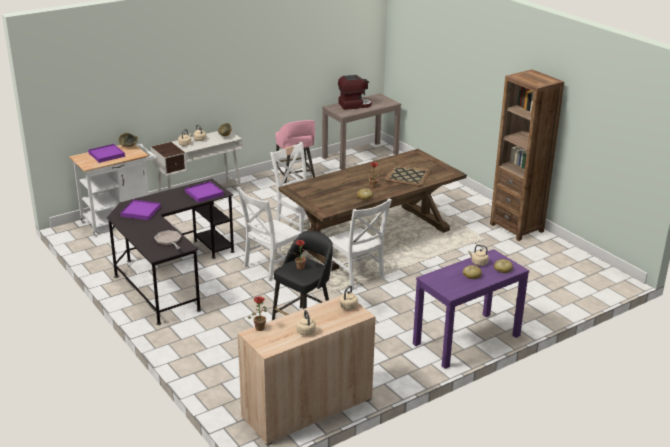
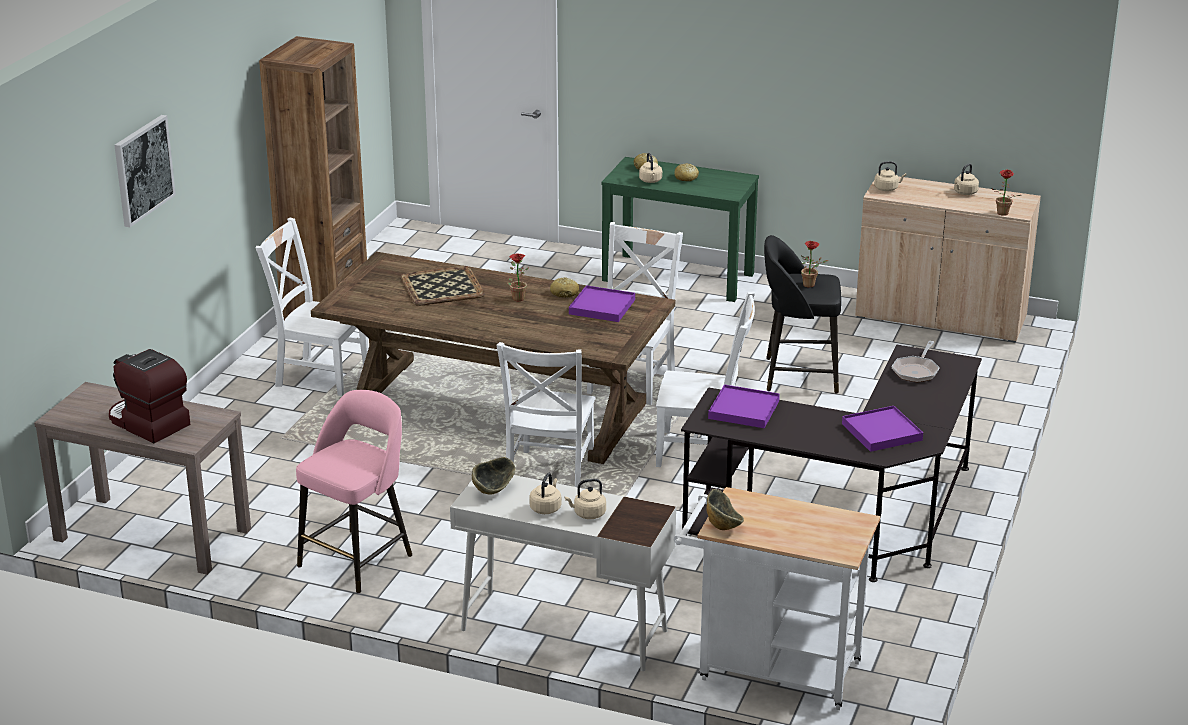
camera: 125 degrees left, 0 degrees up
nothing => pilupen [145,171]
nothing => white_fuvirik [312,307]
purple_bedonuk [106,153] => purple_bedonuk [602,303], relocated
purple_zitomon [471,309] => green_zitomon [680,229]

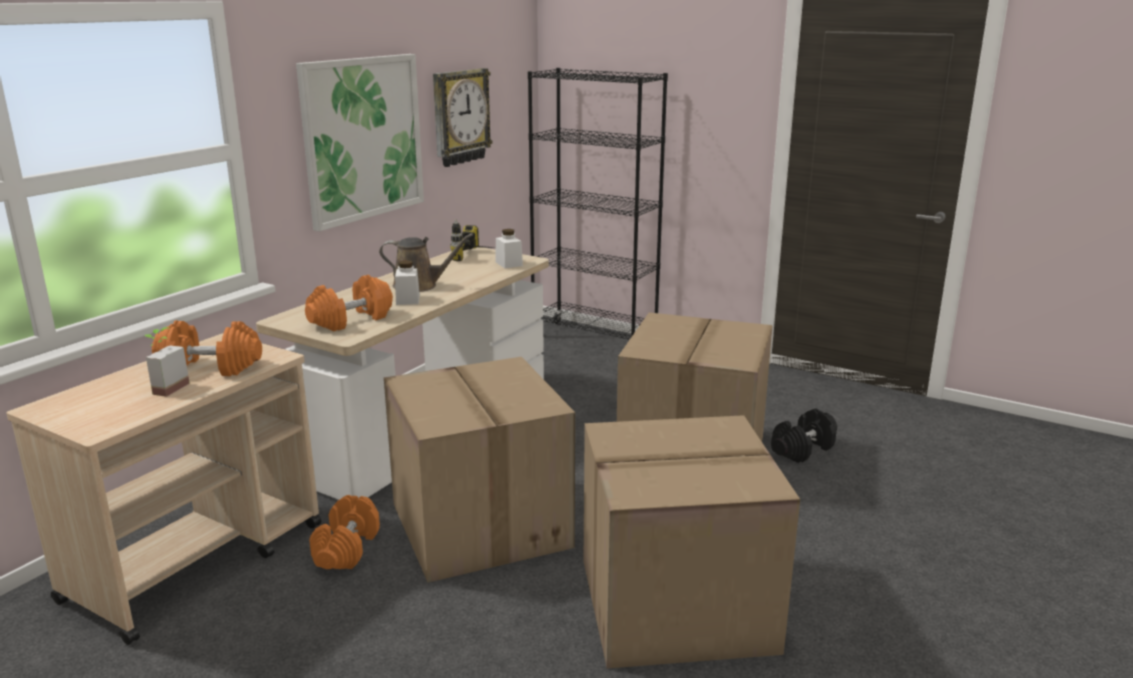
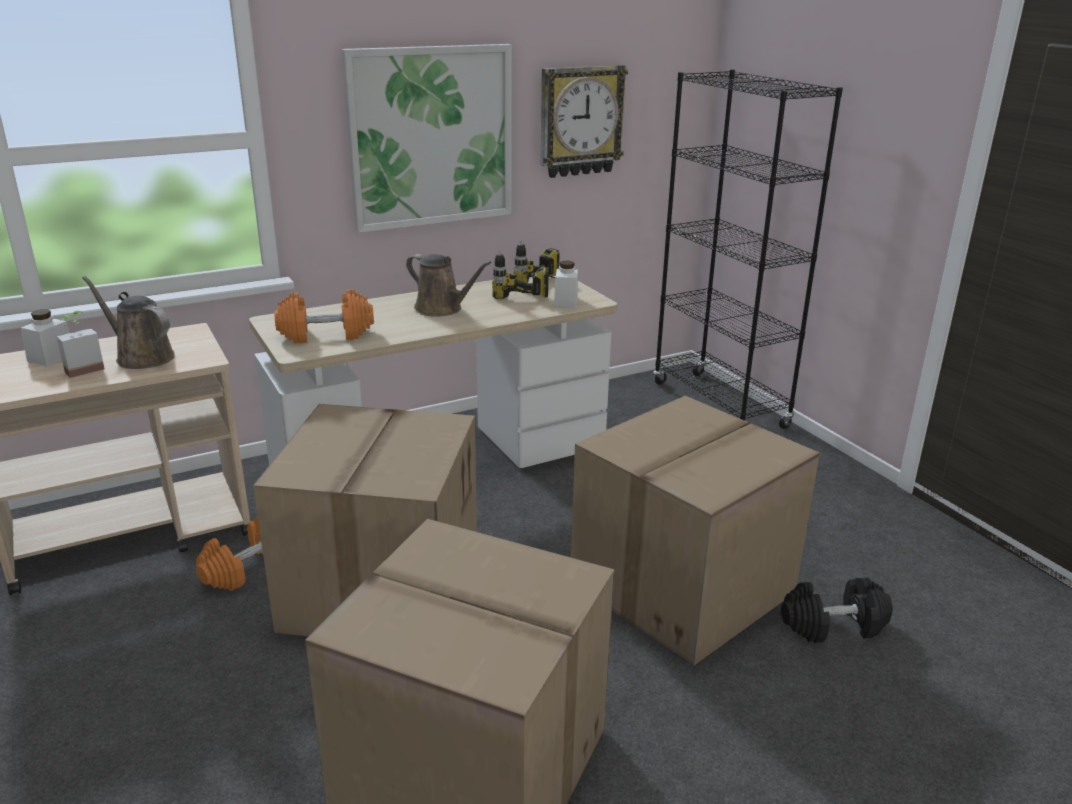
camera: 30 degrees right, 5 degrees up
nothing => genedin [520,274]
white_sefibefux [407,282] => white_sefibefux [45,337], relocated
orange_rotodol [207,348] => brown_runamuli [128,322]

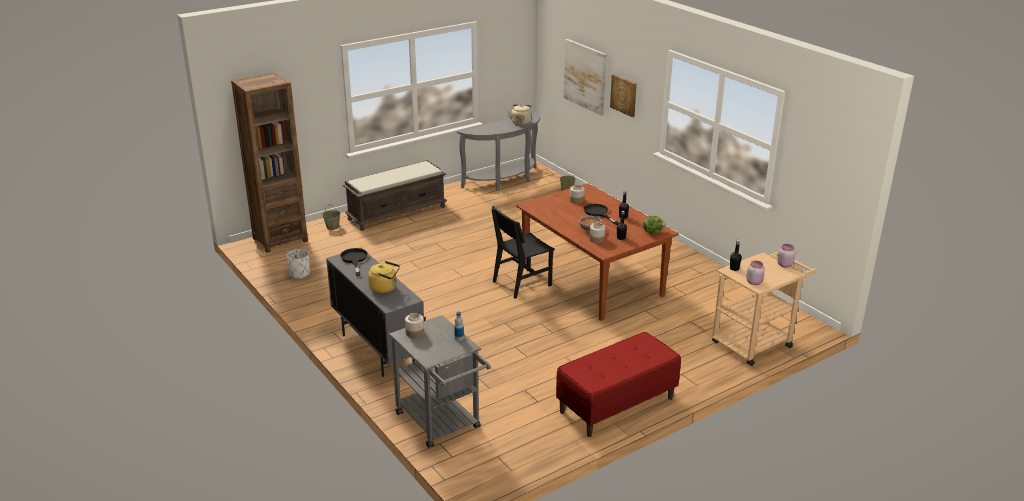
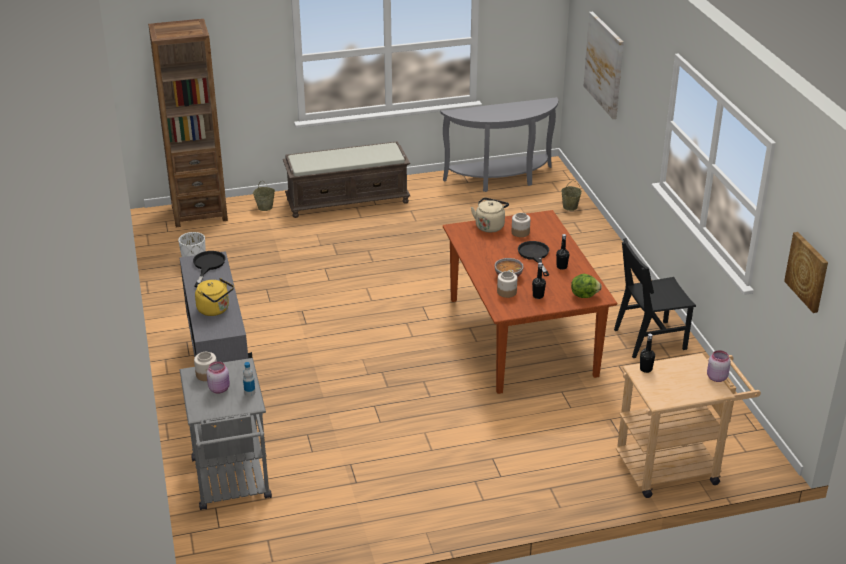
camera: 20 degrees right, 5 degrees up
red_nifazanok [618,384] => nothing
black_fuvirik [523,252] => black_fuvirik [655,298], relocated
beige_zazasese [519,115] => beige_zazasese [490,215], relocated
pilupen [623,95] => pilupen [806,272], relocated
pink_sefibefux [755,273] => pink_sefibefux [218,377], relocated

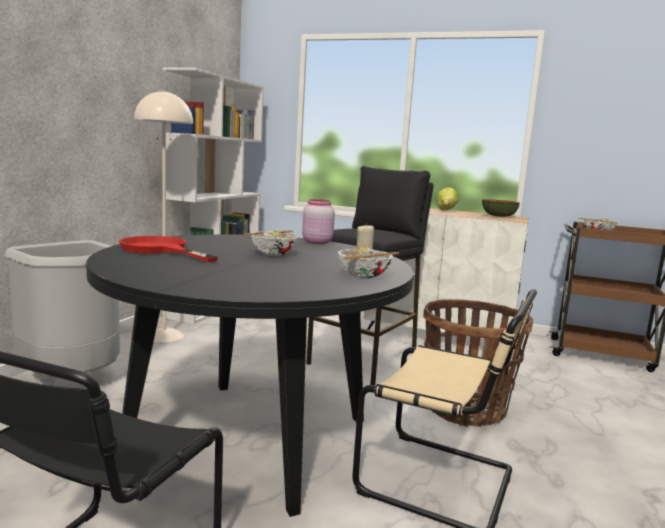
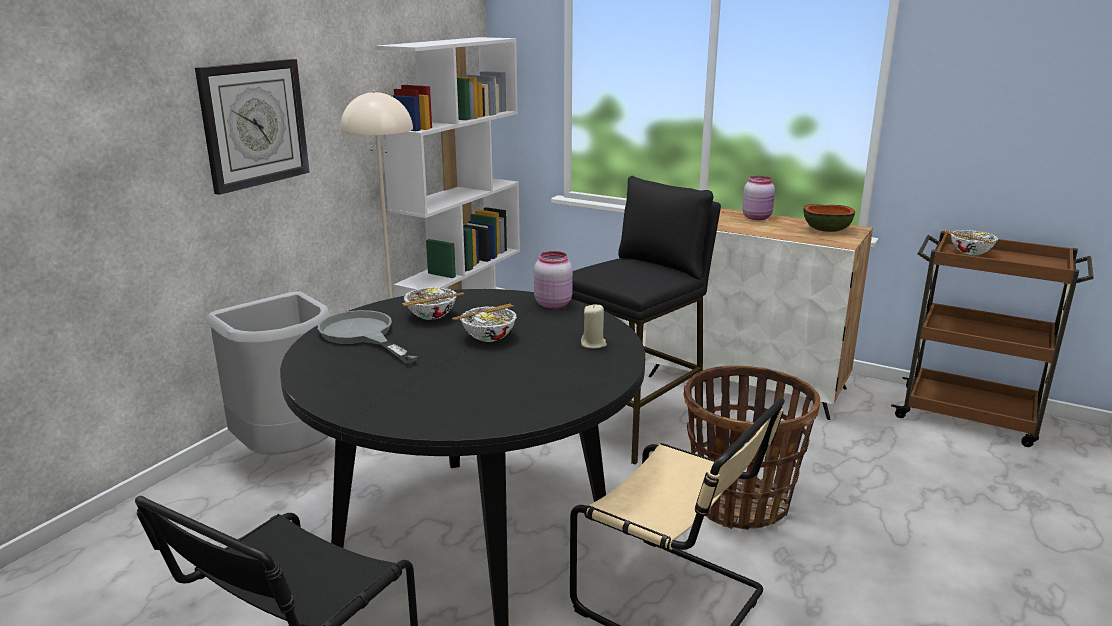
camera: 10 degrees right, 10 degrees up
nothing => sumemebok [252,127]
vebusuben [368,263] => vebusuben [433,303], relocated
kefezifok [447,198] => pink_sefibefux [758,198]
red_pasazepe [168,249] => grey_pasazepe [368,337]

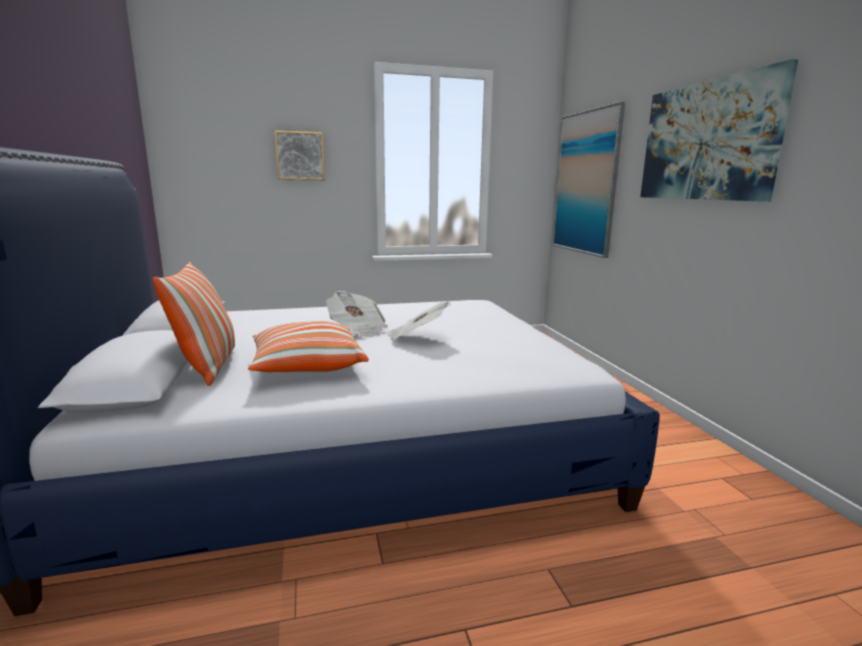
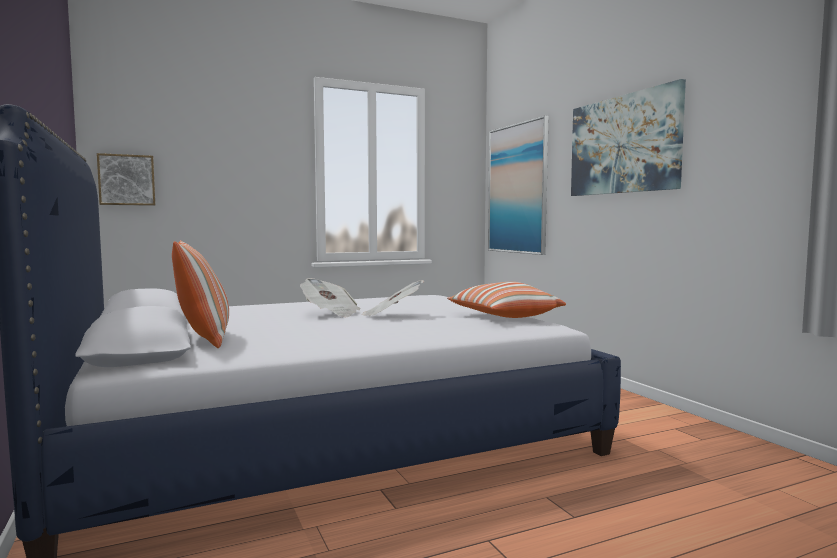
camera: 10 degrees left, 10 degrees down
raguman [308,346] => raguman [506,300], relocated
pilupen [300,155] => pilupen [126,179], relocated

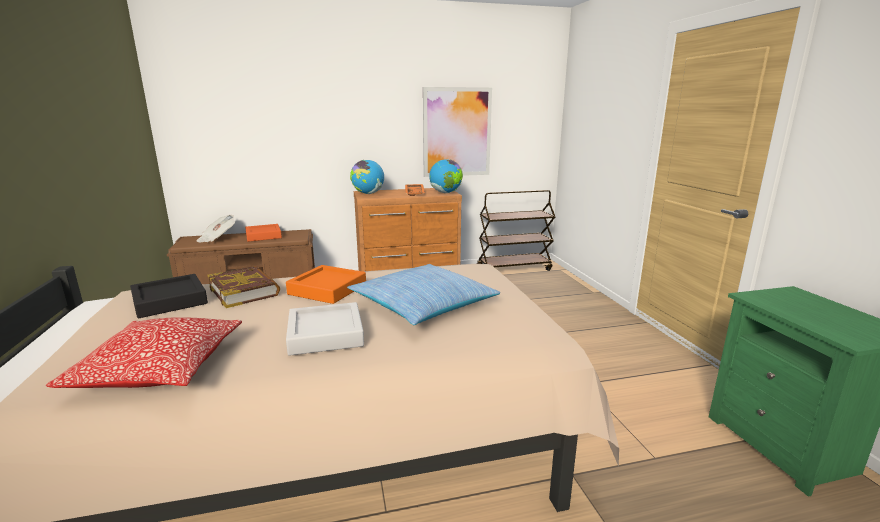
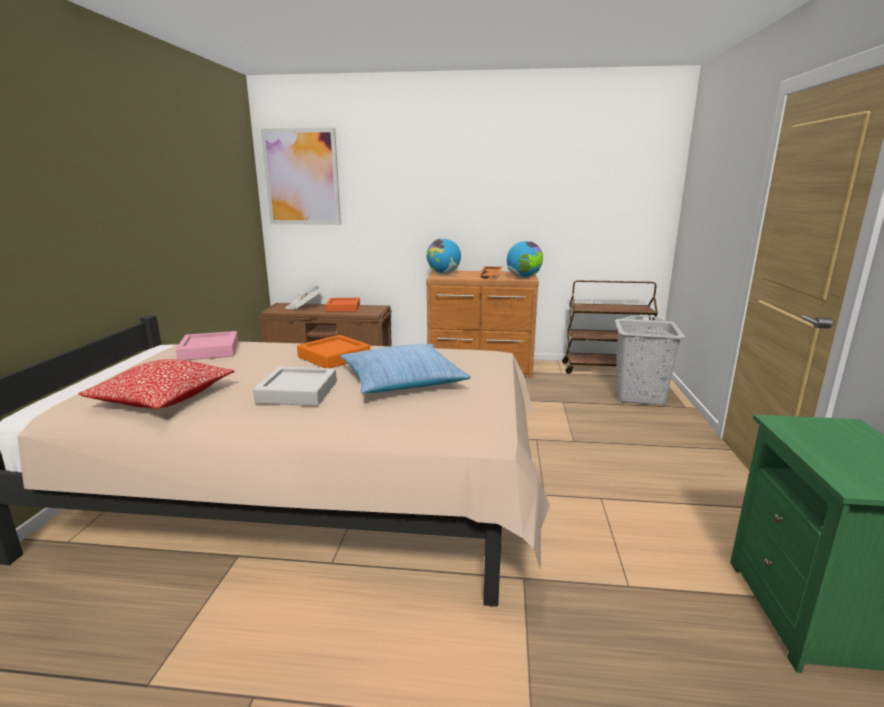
camera: 20 degrees right, 0 degrees up
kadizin [244,287] => nothing
nothing => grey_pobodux [650,360]
pilupen [457,132] => pilupen [301,176], relocated
black_bedonuk [169,296] => pink_bedonuk [207,345]

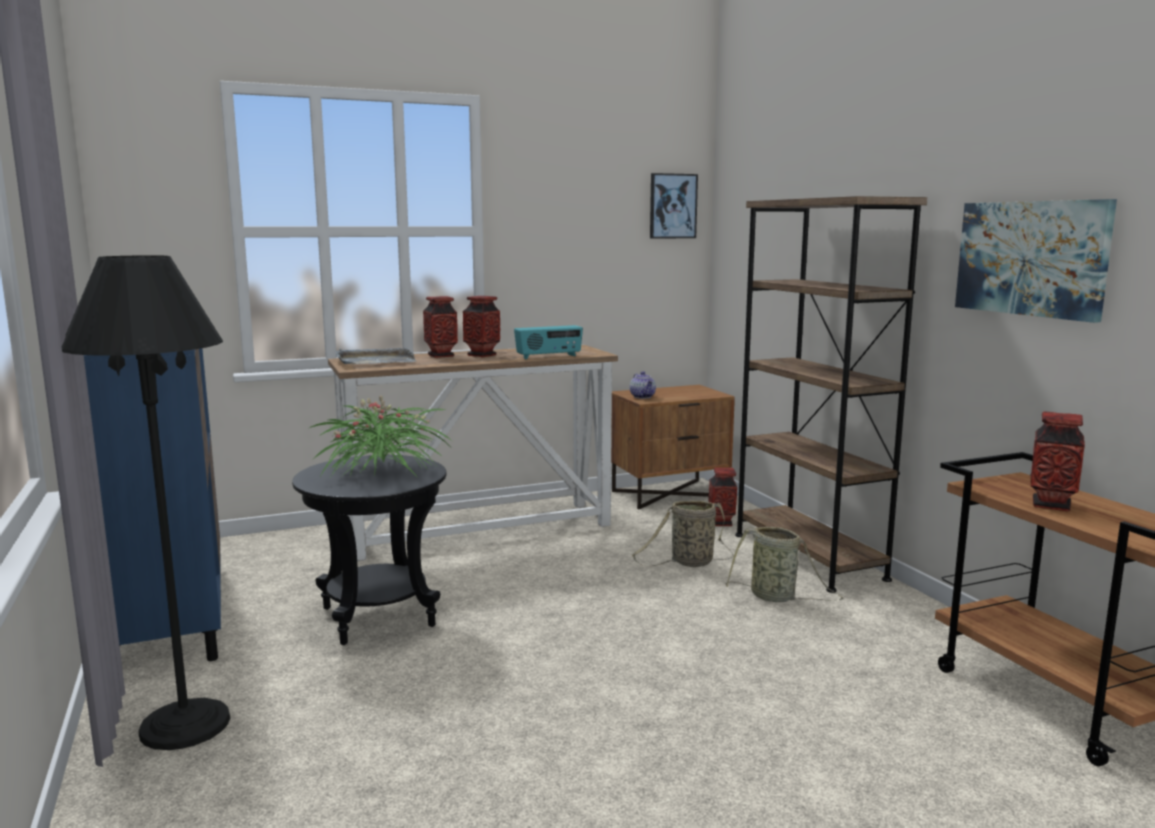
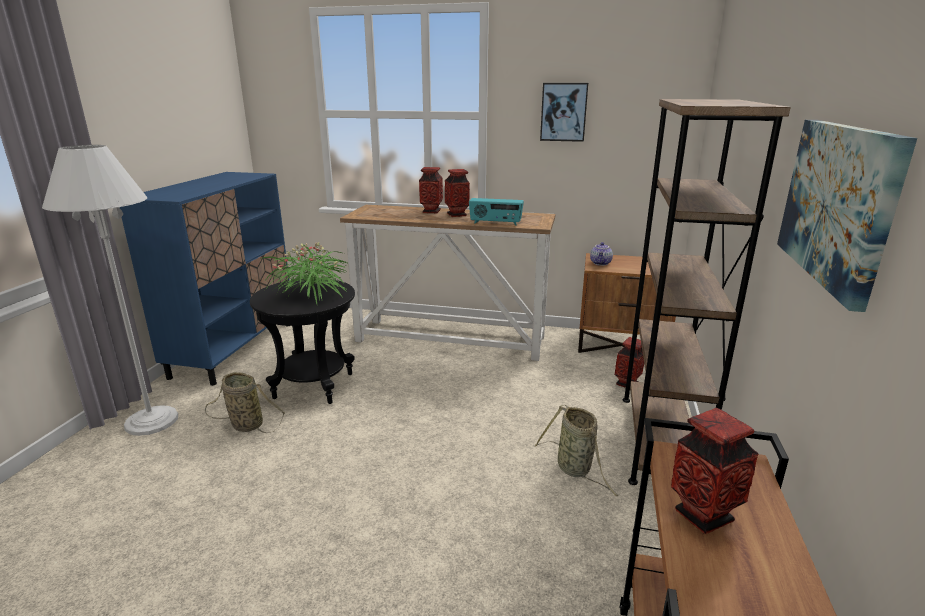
camera: 35 degrees right, 10 degrees up
grey_bedonuk [376,356] => nothing
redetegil [683,533] => redetegil [245,402], relocated
pilupen [674,206] => pilupen [564,112], relocated
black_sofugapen [146,502] => white_sofugapen [110,290]

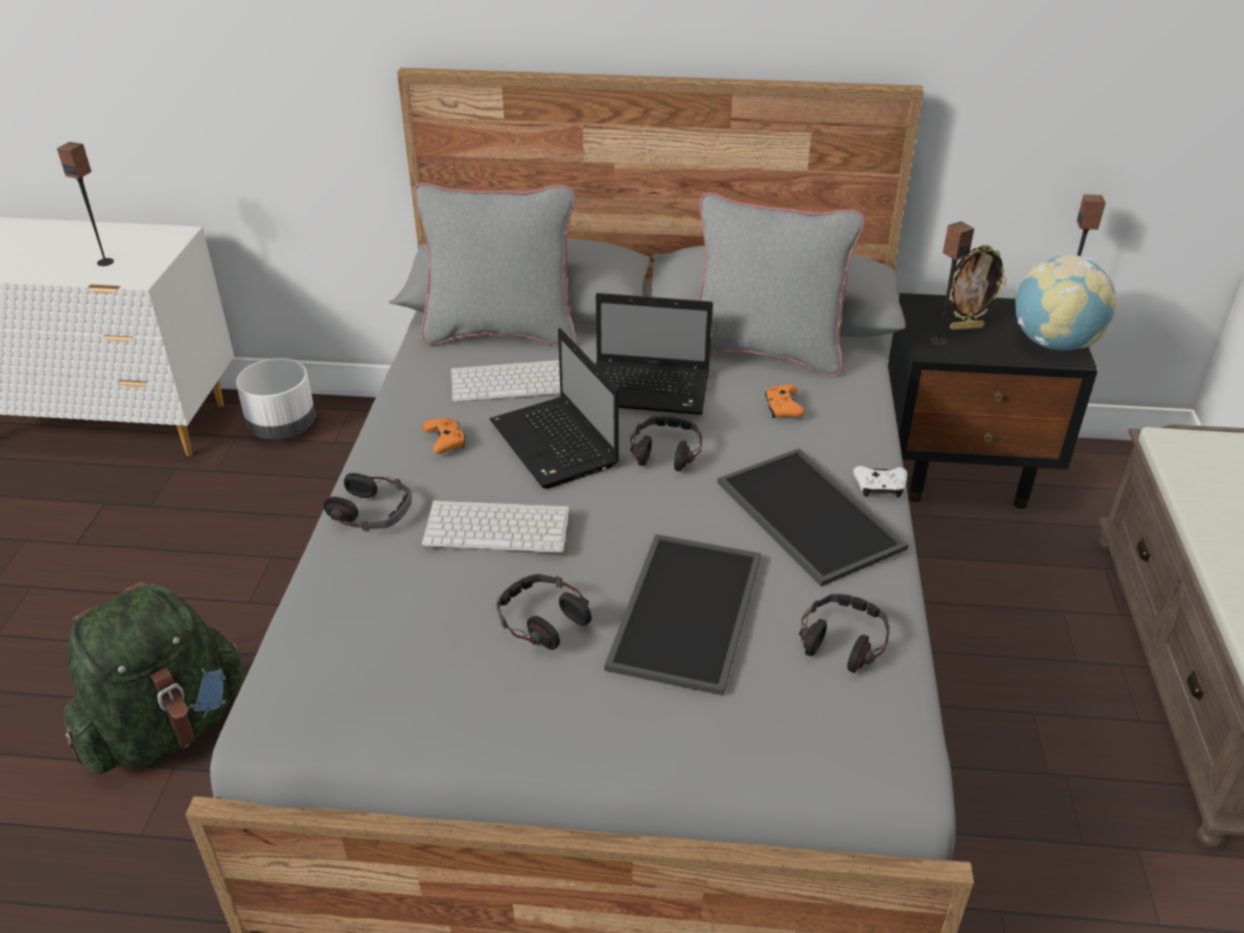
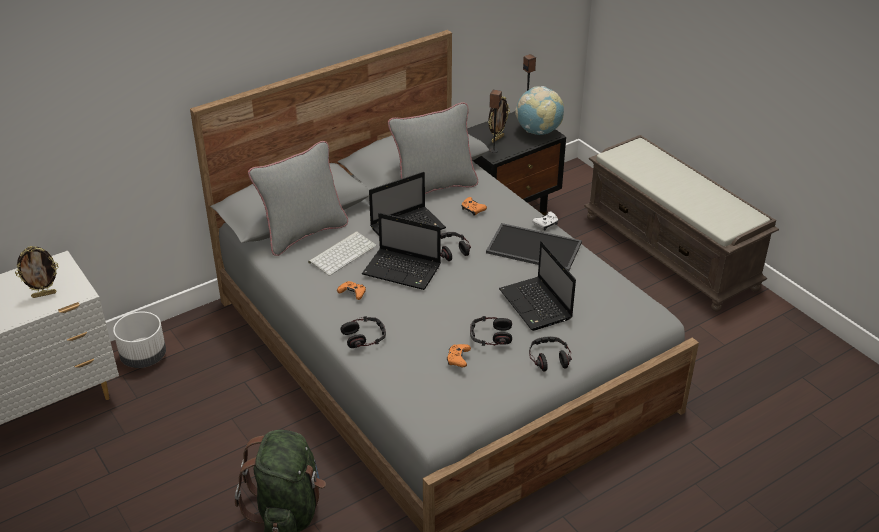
camera: 40 degrees left, 0 degrees up
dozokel [496,526] => nothing
nothing => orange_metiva [459,355]
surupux [844,633] => surupux [550,354], relocated
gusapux [85,204] => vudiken [37,272]
bedonuk [682,615] => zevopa [537,286]

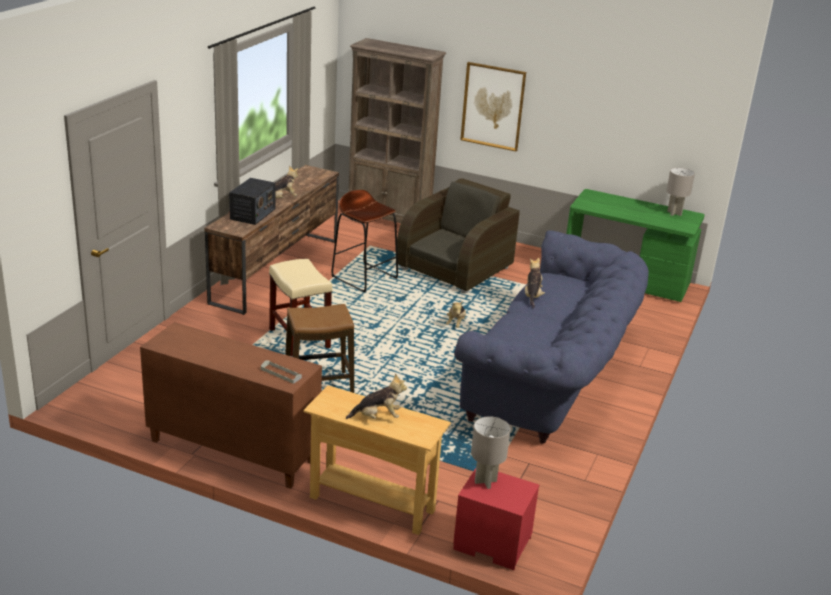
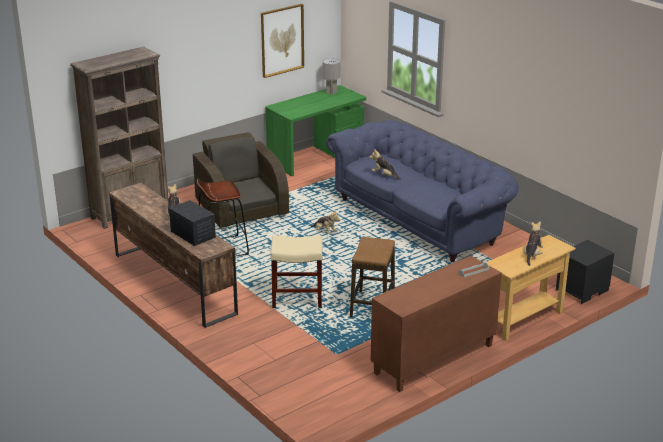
camera: 60 degrees left, 0 degrees up
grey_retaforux [491,452] => nothing
pilupen [493,106] => pilupen [282,41], relocated
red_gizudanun [496,519] => black_gizudanun [585,272]

